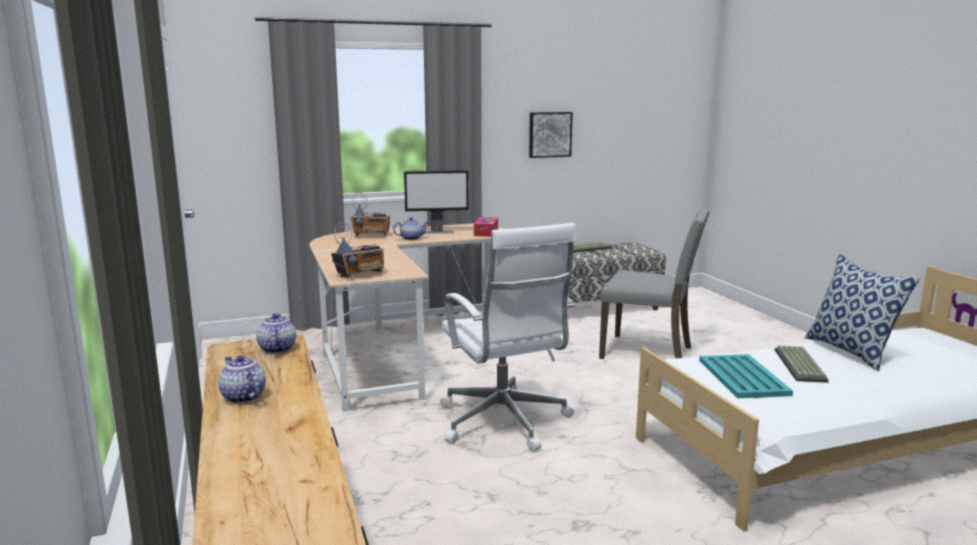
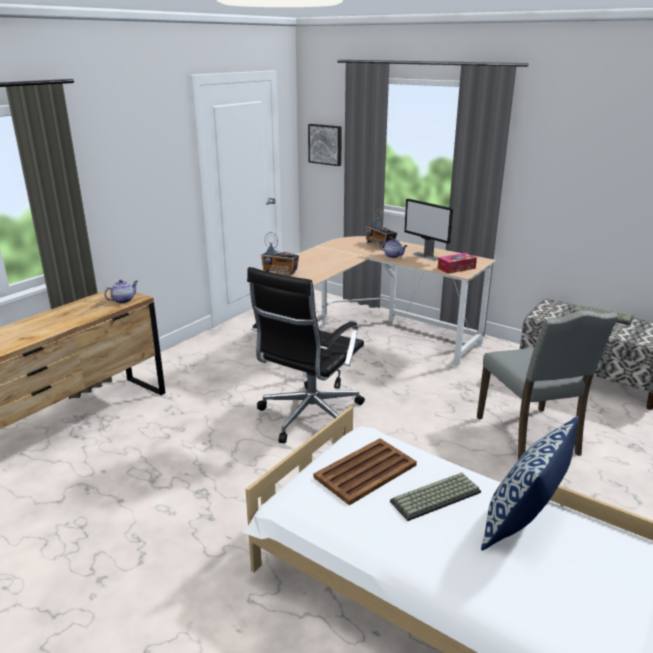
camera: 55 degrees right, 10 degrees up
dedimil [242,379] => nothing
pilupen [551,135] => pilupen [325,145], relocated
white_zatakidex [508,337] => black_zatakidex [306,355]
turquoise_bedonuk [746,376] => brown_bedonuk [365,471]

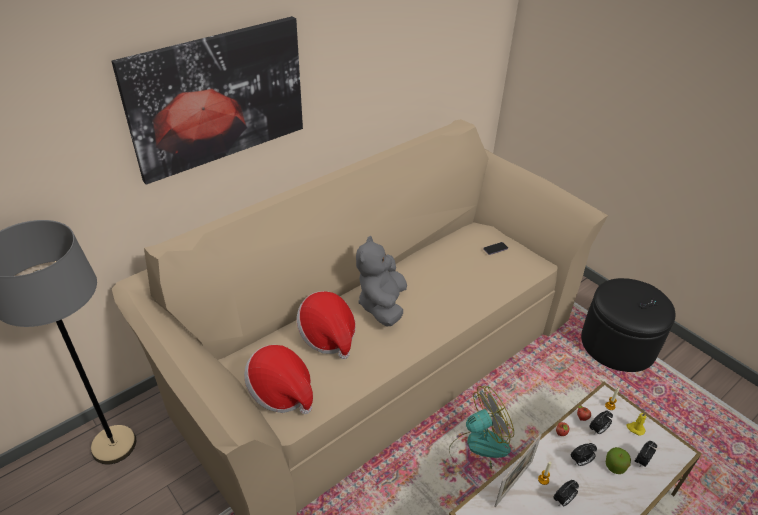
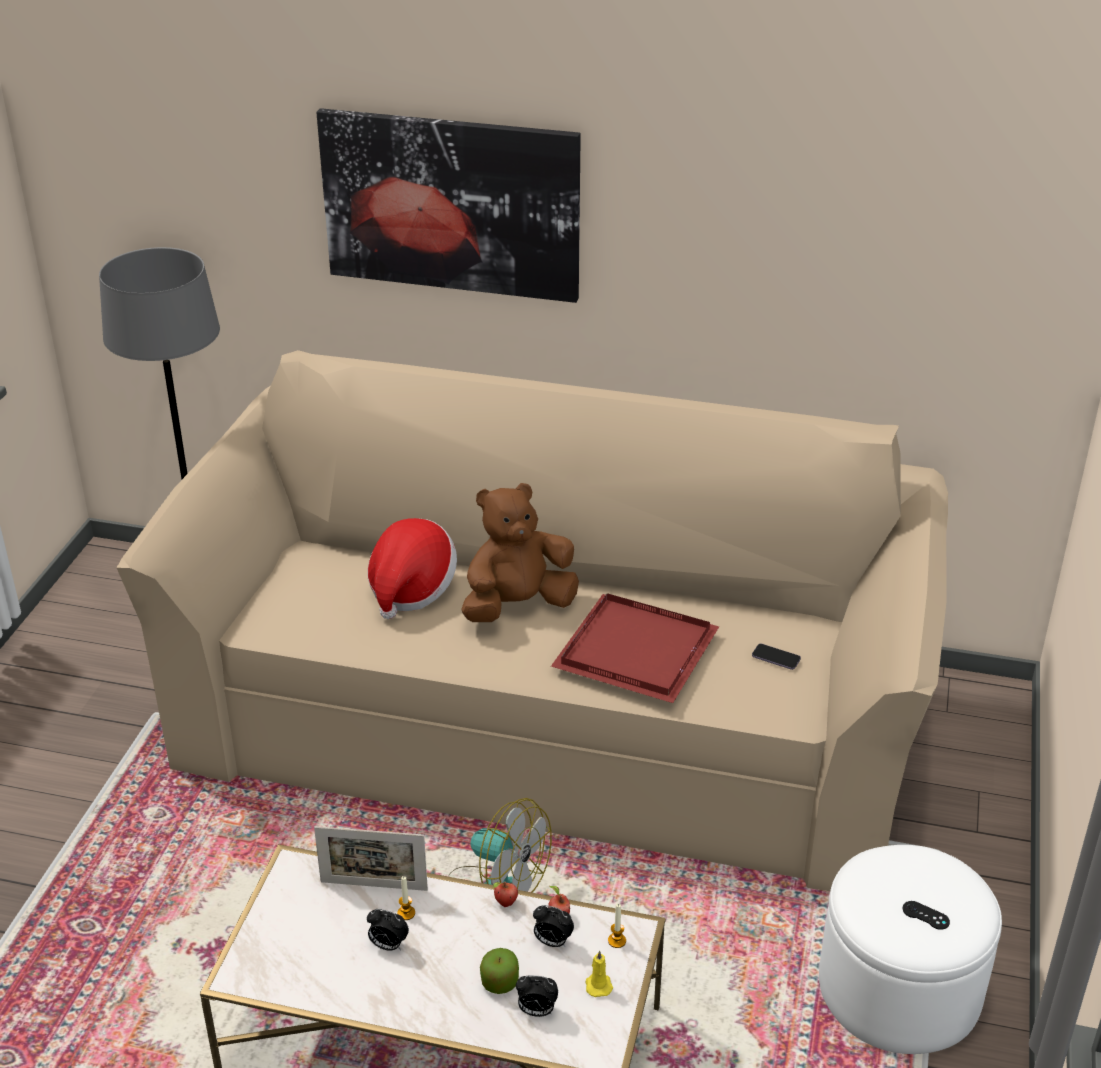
camera: 55 degrees right, 5 degrees down
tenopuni [278,379] => nothing
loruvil [584,454] => nothing
nothing => red_bedonuk [635,648]
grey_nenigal [381,281] => brown_nenigal [520,552]
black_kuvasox [628,325] => white_kuvasox [910,949]

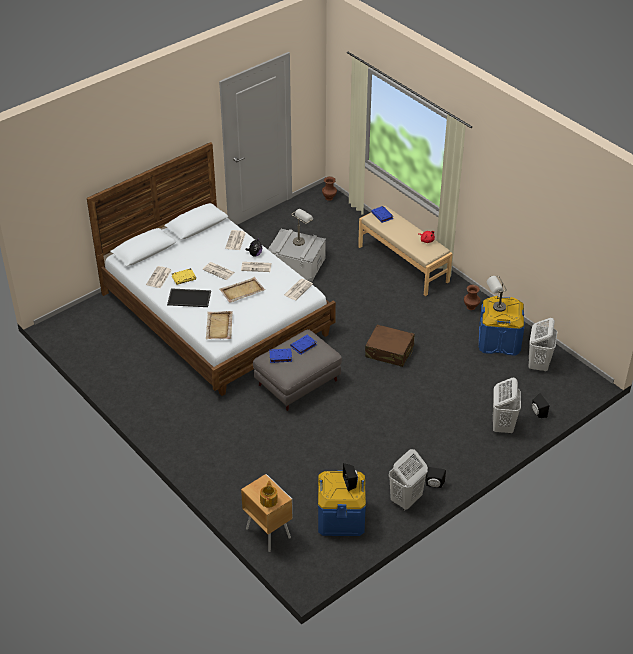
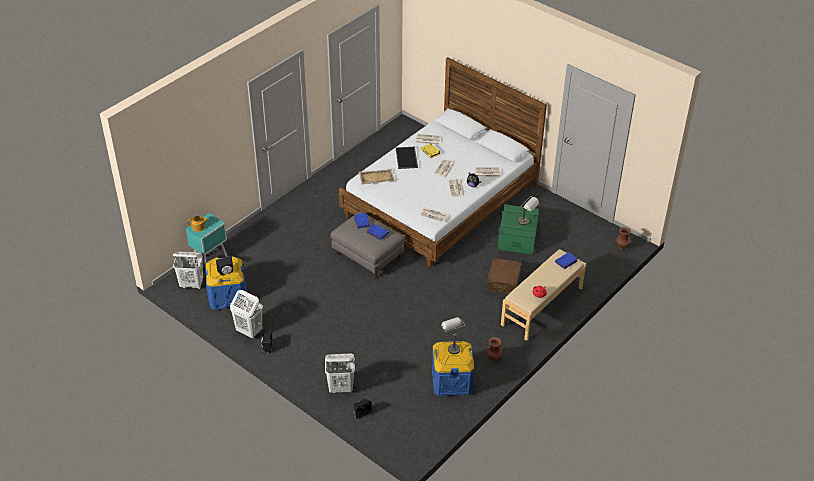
camera: 80 degrees right, 0 degrees up
beige_bedonuk [242,290] => nothing
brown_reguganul [390,345] => brown_reguganul [503,276], relocated
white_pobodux [542,345] => white_pobodux [188,270], relocated
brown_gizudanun [267,513] => turquoise_gizudanun [207,240]
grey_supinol [297,255] => green_supinol [518,229]

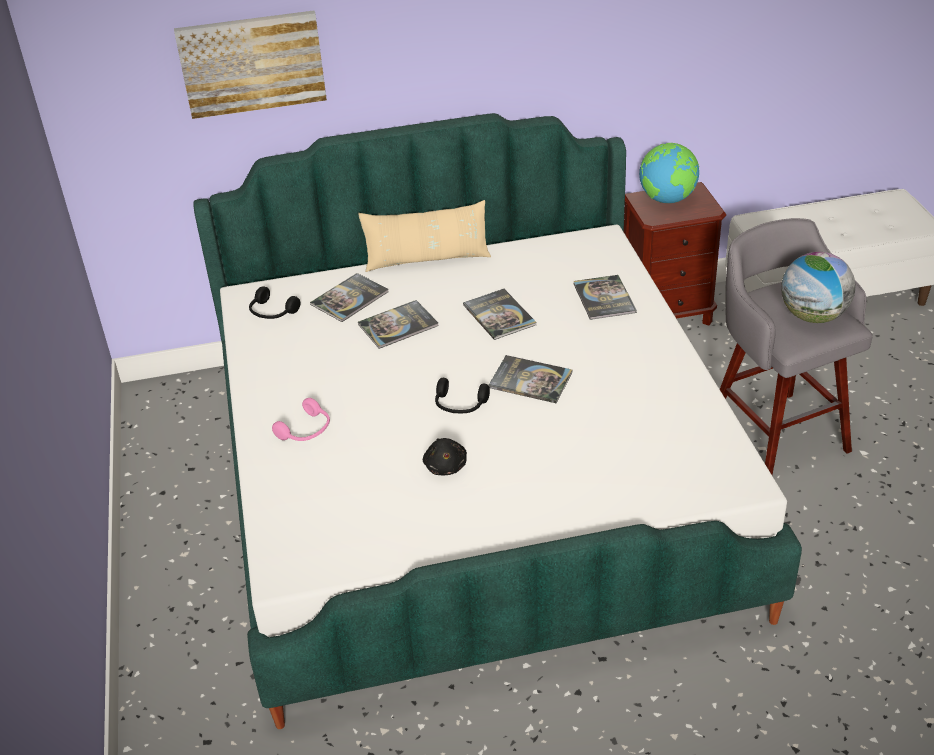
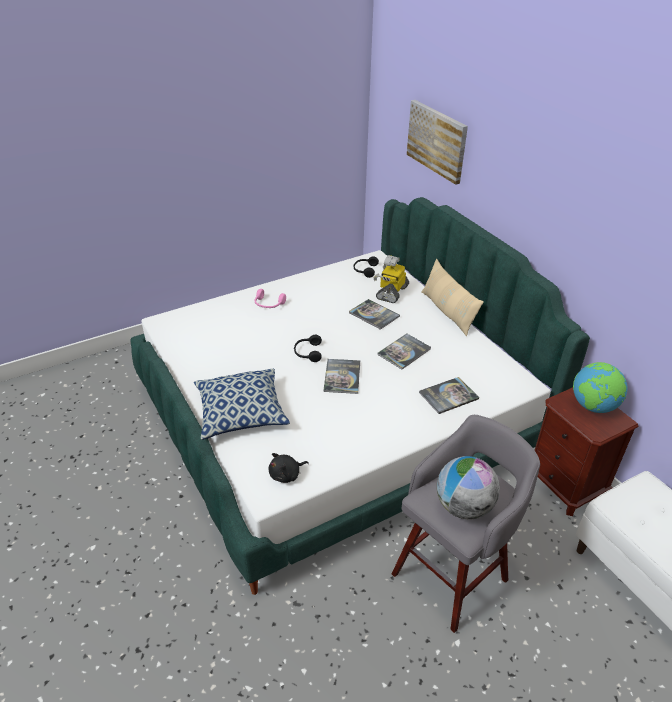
camera: 70 degrees right, 0 degrees up
nothing => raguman [242,404]
black_nenigal [445,456] => black_nenigal [289,468], relocated
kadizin [349,297] => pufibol [391,279]

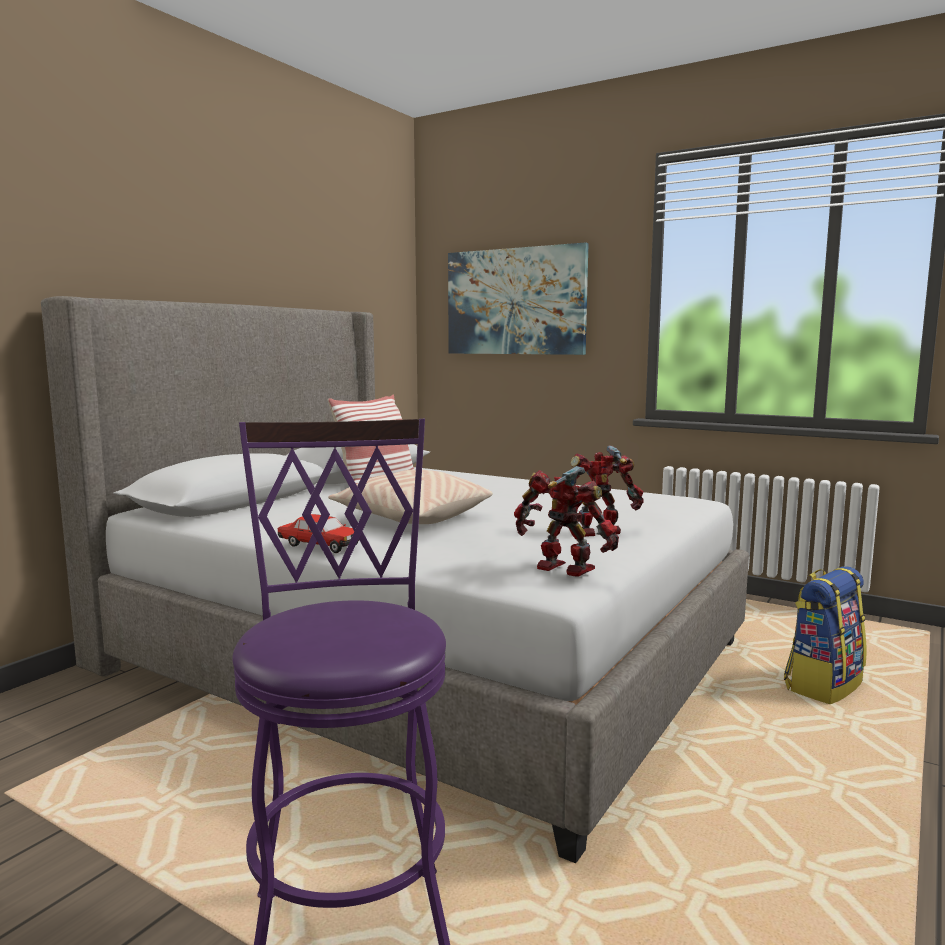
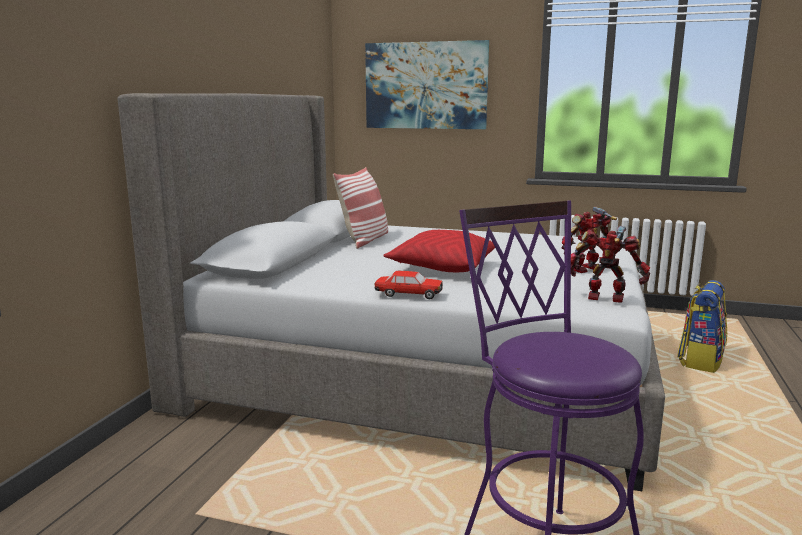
camera: 15 degrees left, 5 degrees up
beige_raguman [410,496] => red_raguman [439,251]

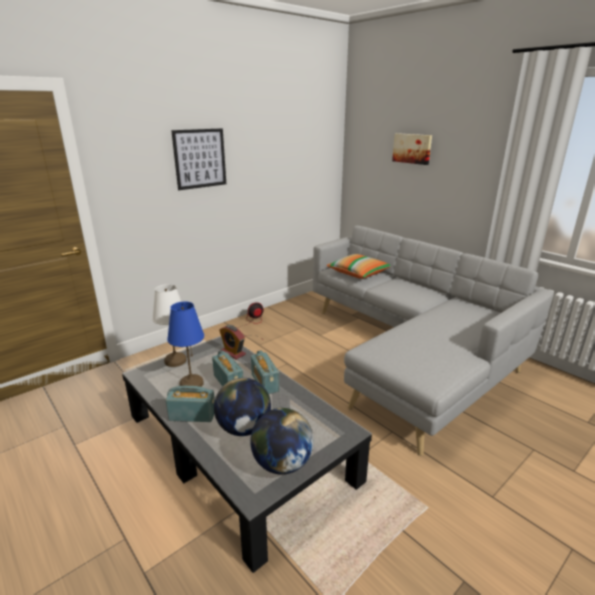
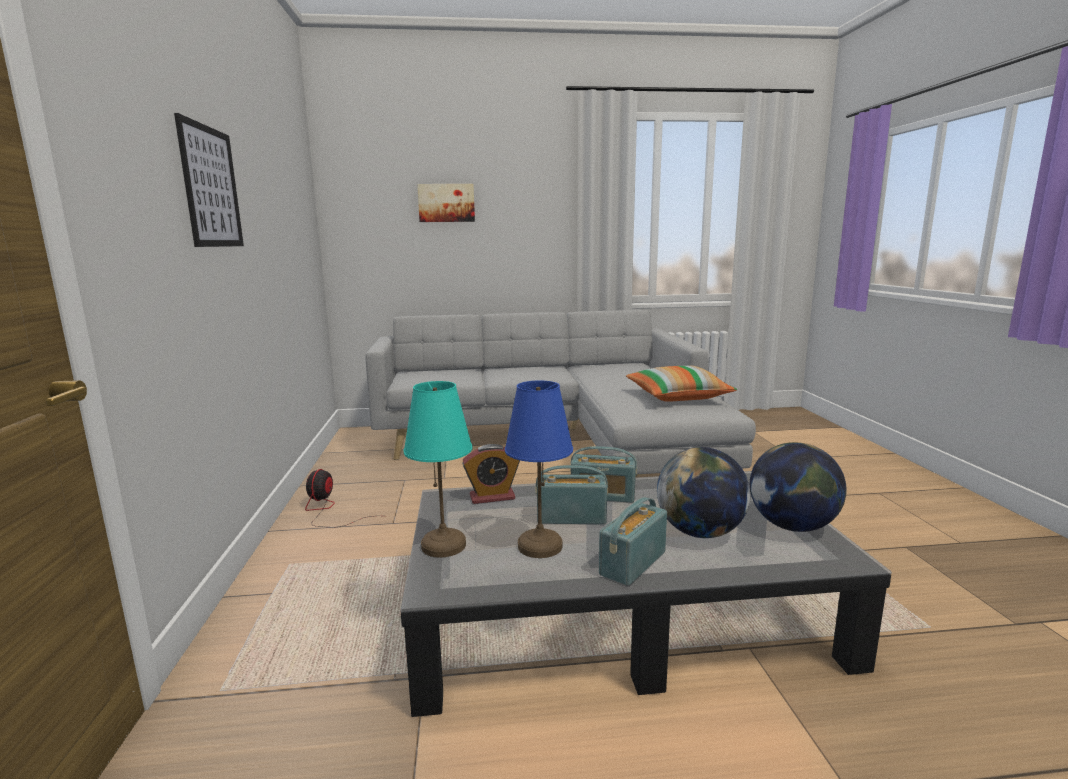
camera: 55 degrees left, 10 degrees down
raguman [358,266] => raguman [681,383], relocated
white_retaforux [169,325] => turquoise_retaforux [438,469]

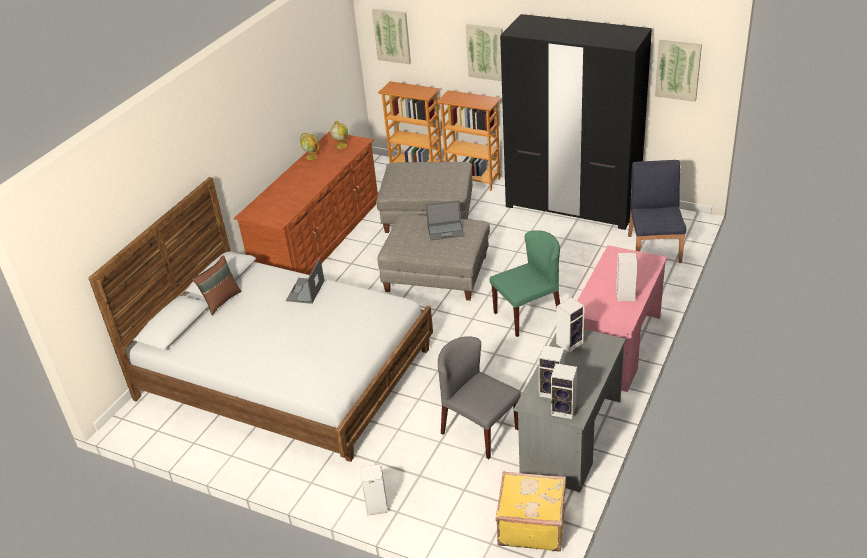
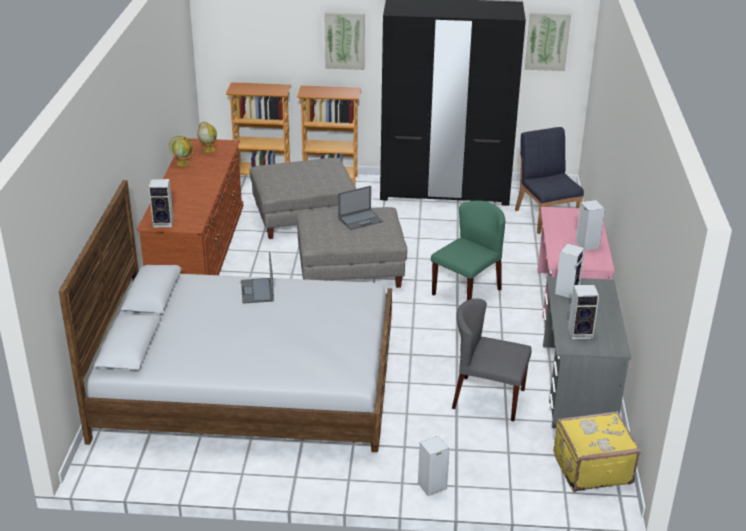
camera: 25 degrees left, 5 degrees down
brown_raguman [217,285] => nothing
pilupen [391,36] => nothing
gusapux [564,391] => gusapux [161,203], relocated

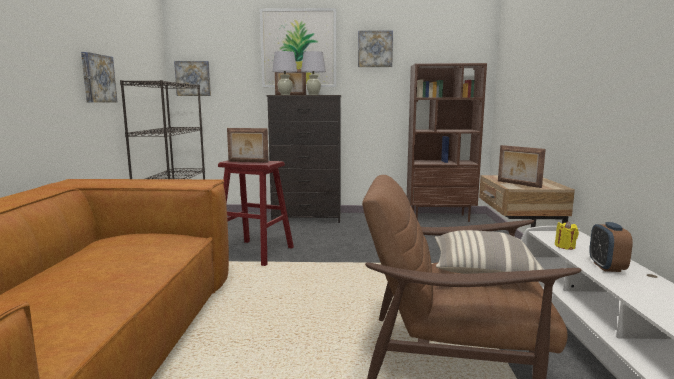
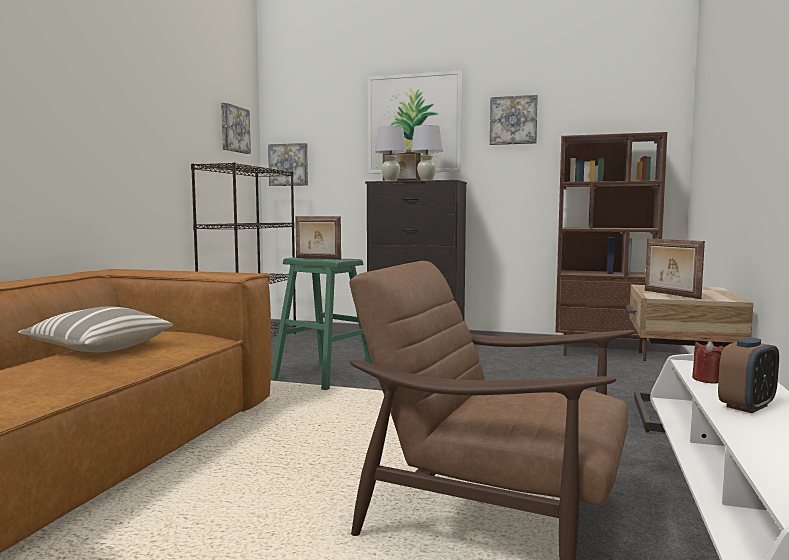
camera: 15 degrees right, 5 degrees down
pilupen [99,77] => pilupen [236,128], relocated
raguman [489,252] => raguman [95,329], relocated
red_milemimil [256,213] => green_milemimil [322,323]
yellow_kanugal [567,235] => red_kanugal [708,362]
loruvil [611,247] => loruvil [748,375], 150 degrees counterclockwise

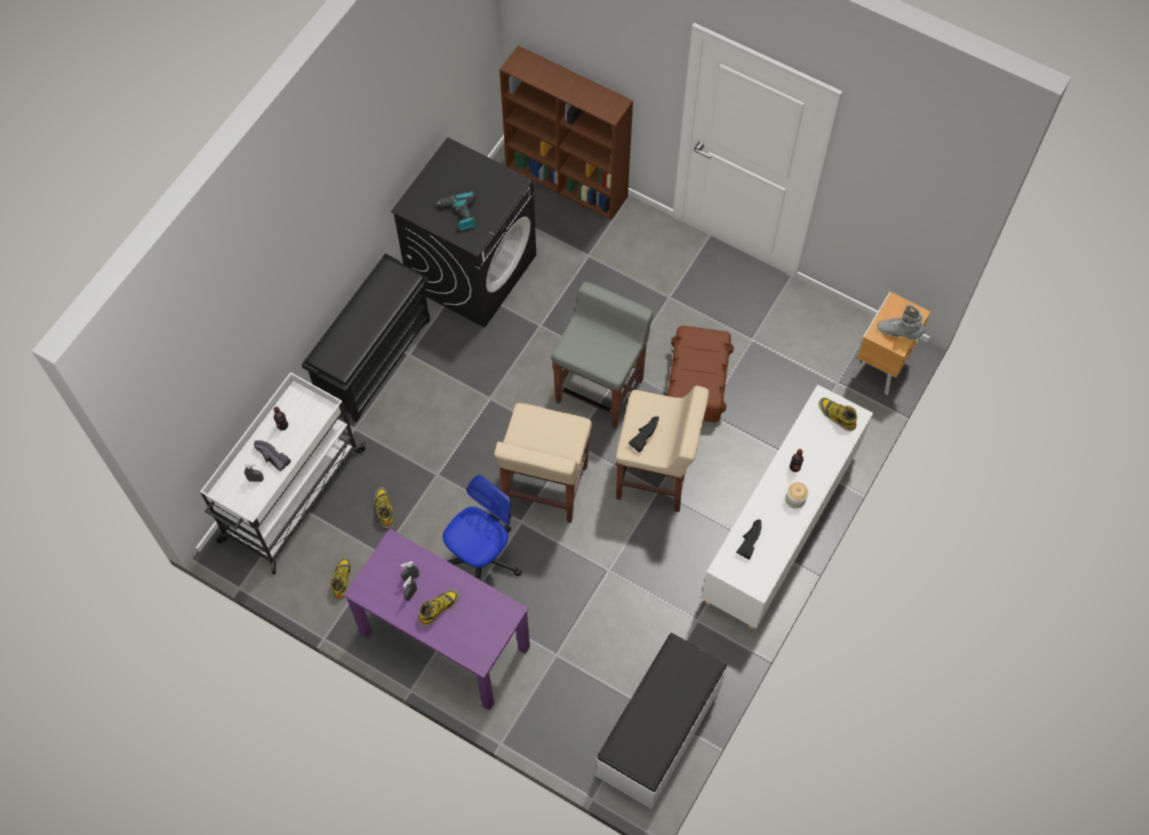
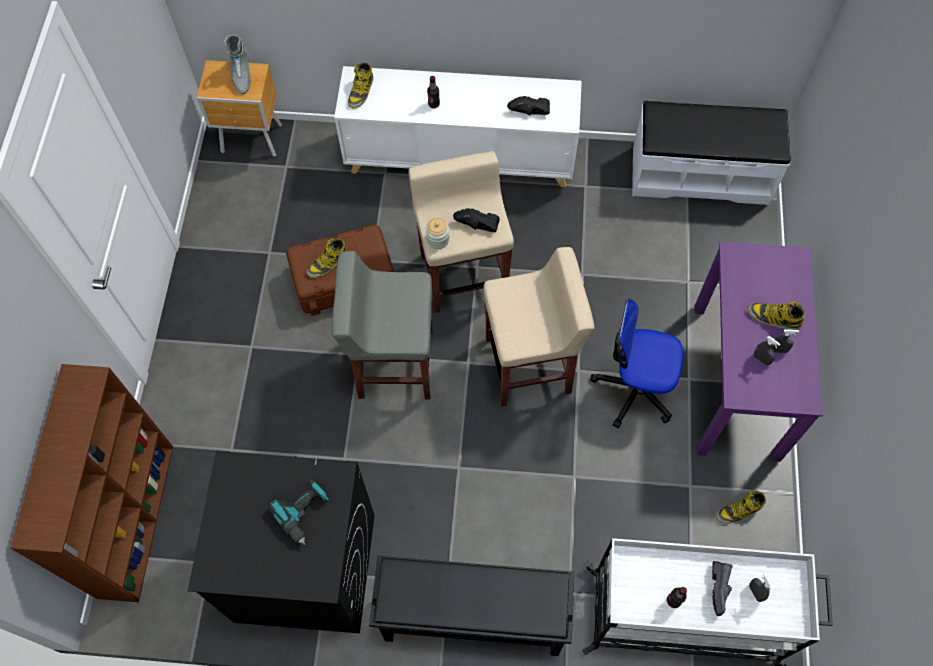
camera: 115 degrees left, 0 degrees up
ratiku [384,507] => ratiku [327,258], relocated
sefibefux [796,495] => sefibefux [437,233], relocated

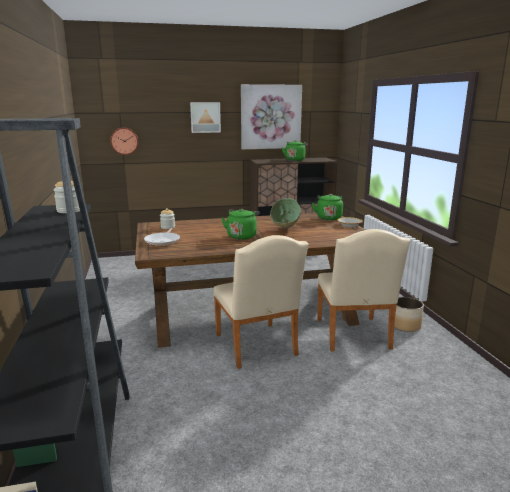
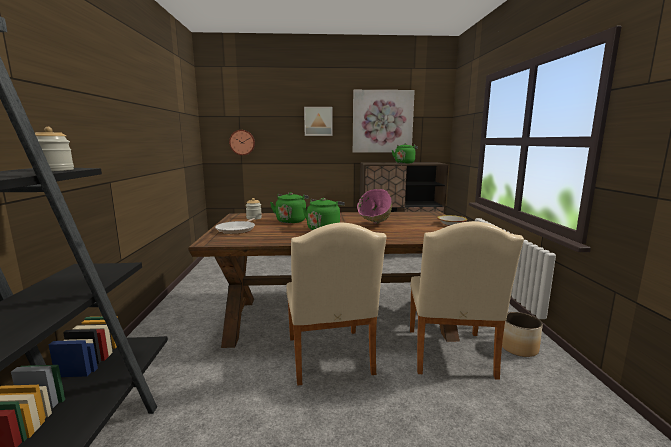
camera: 10 degrees right, 5 degrees down
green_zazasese [327,207] => green_zazasese [289,207], relocated
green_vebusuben [285,213] => pink_vebusuben [374,206]

